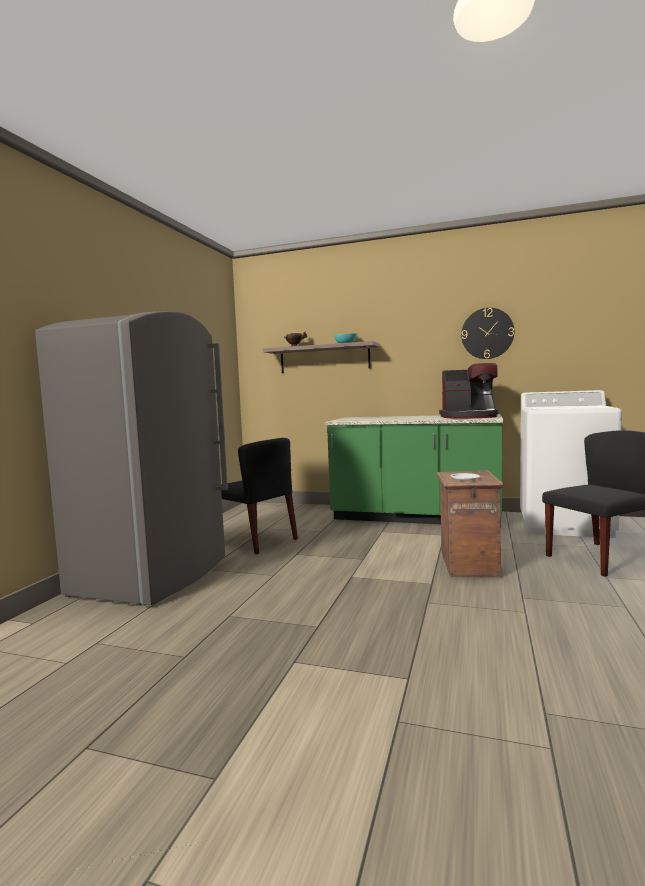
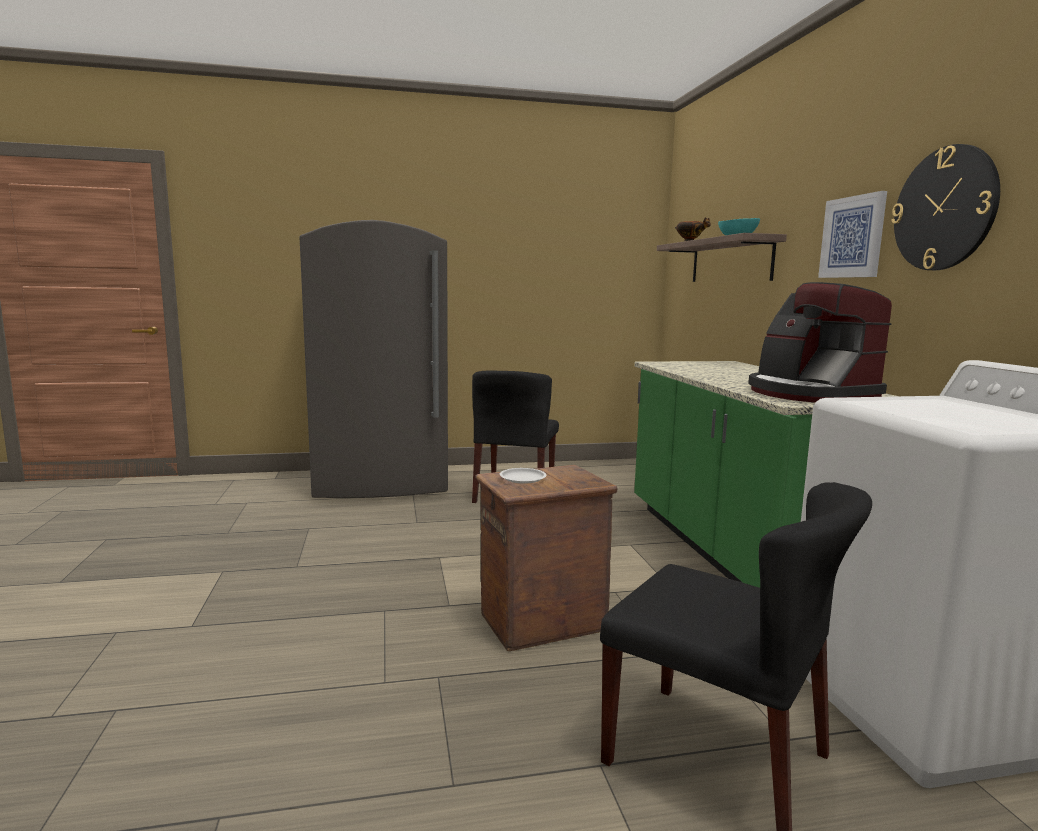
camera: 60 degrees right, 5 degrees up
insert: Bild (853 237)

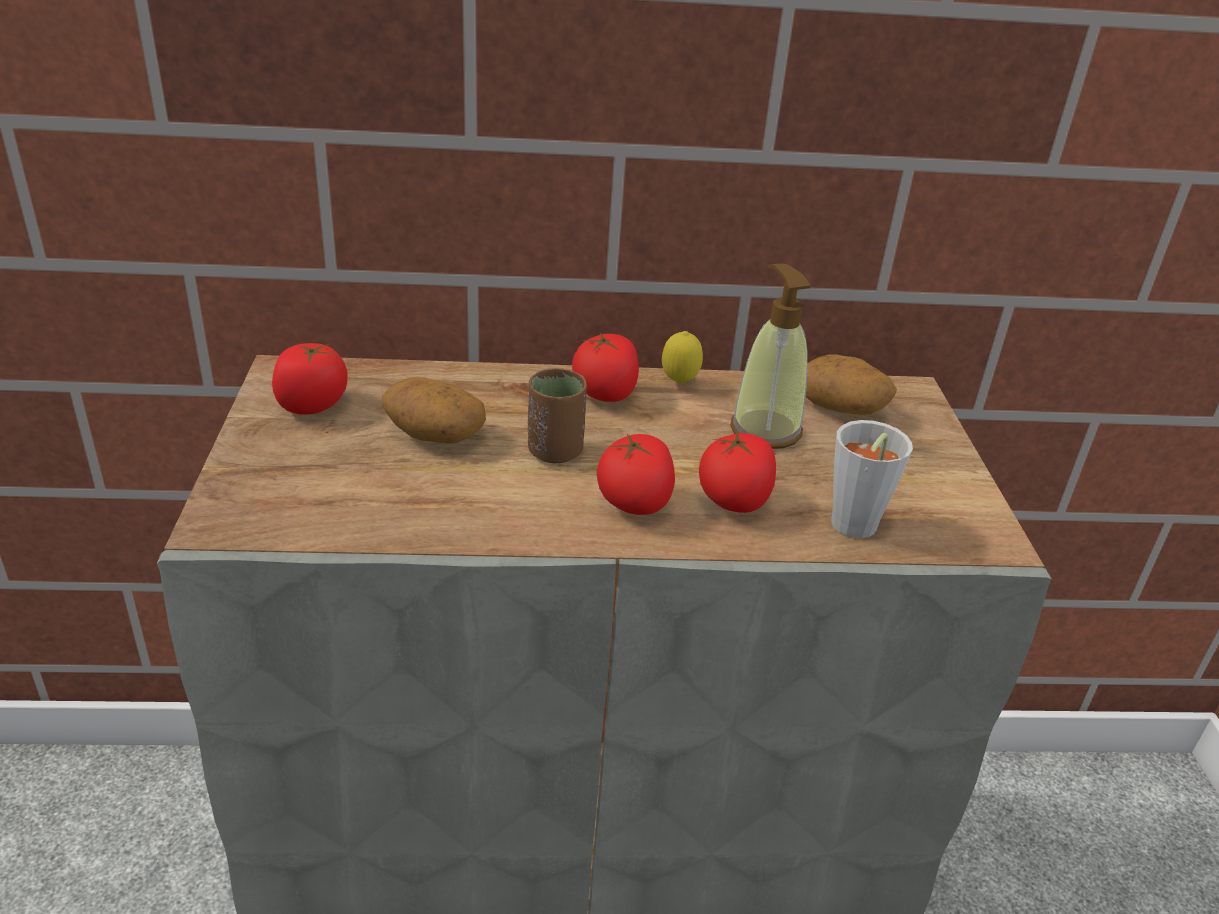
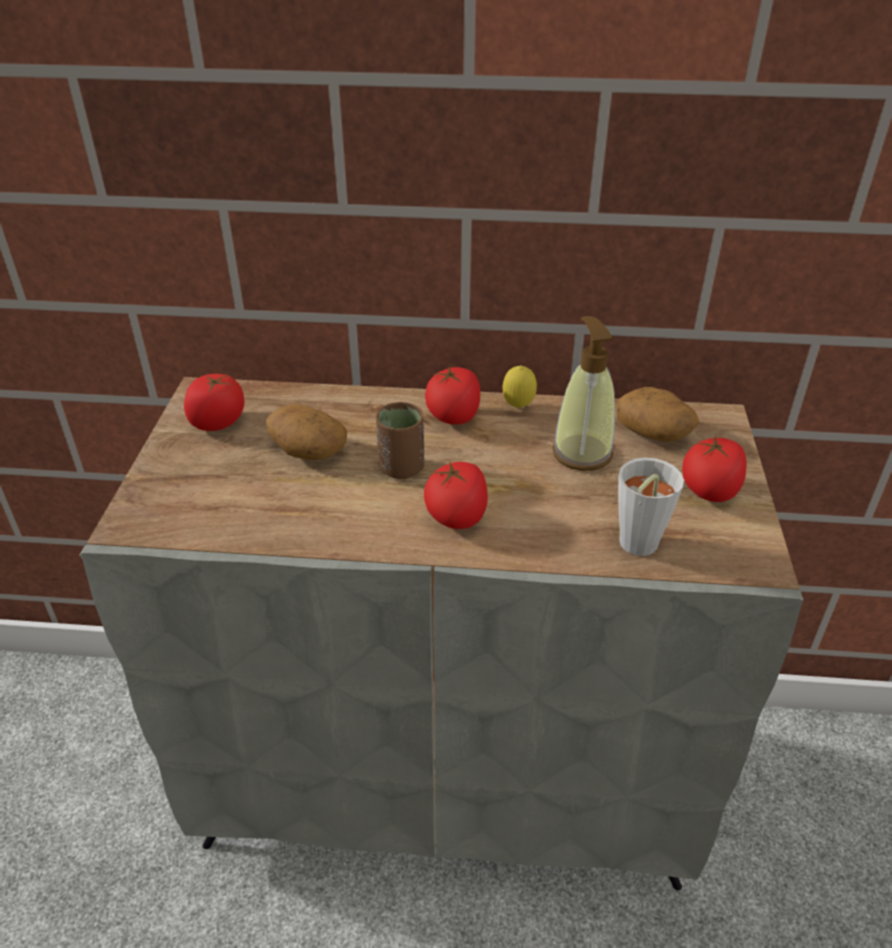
camera: 10 degrees right, 5 degrees up
move: Tomate (734 501) to (710 491)

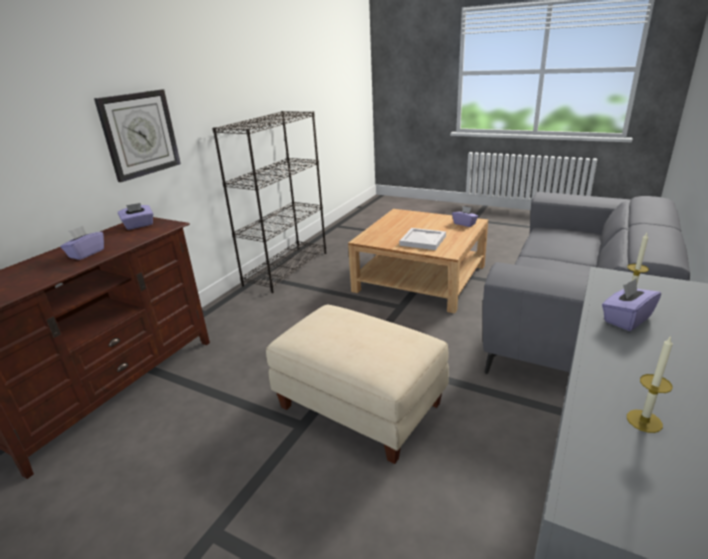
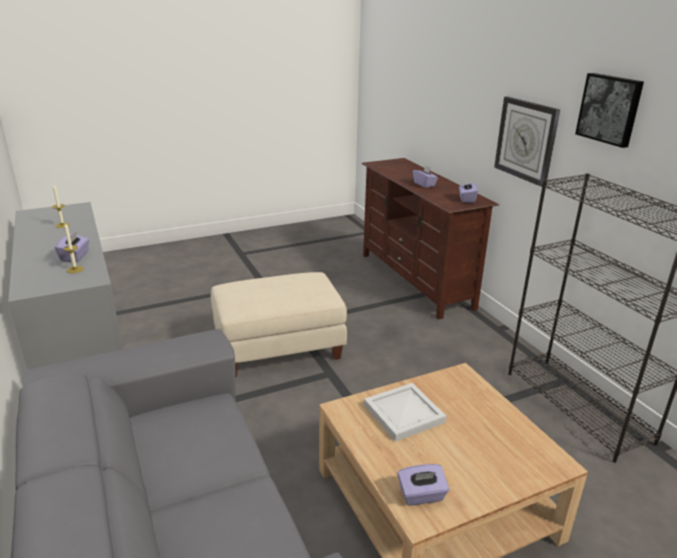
camera: 125 degrees right, 0 degrees up
insert: Bild (610 109)

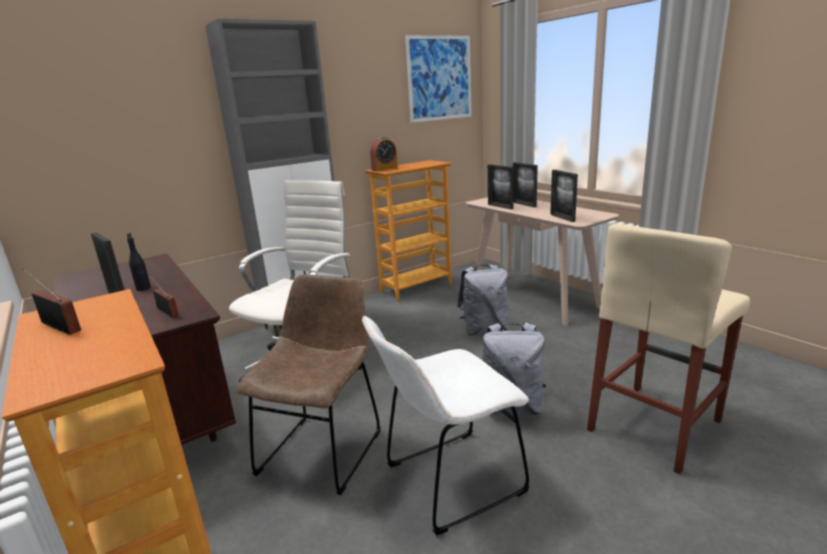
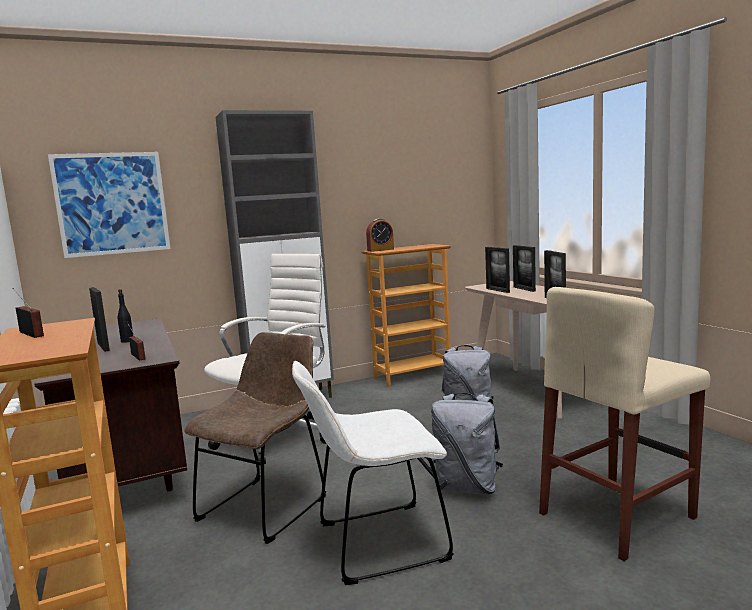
camera: 10 degrees right, 10 degrees down
move: Bild (439 78) to (112 204)

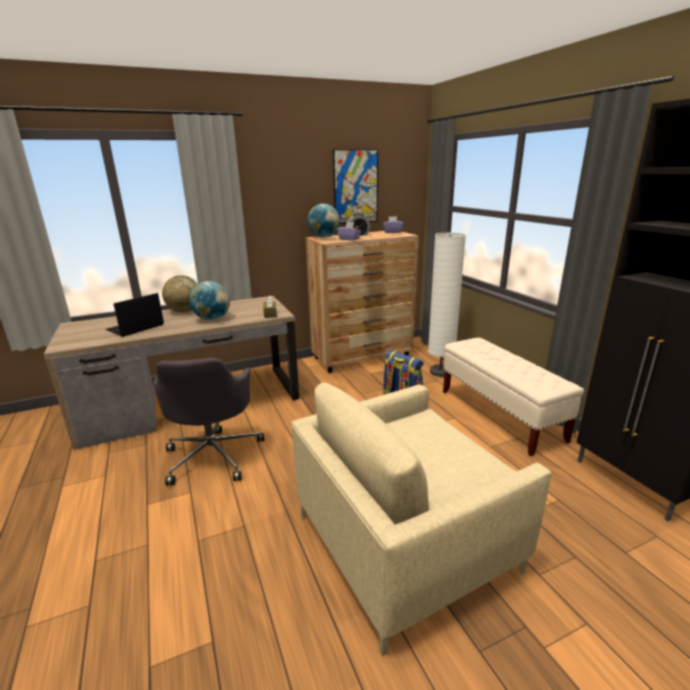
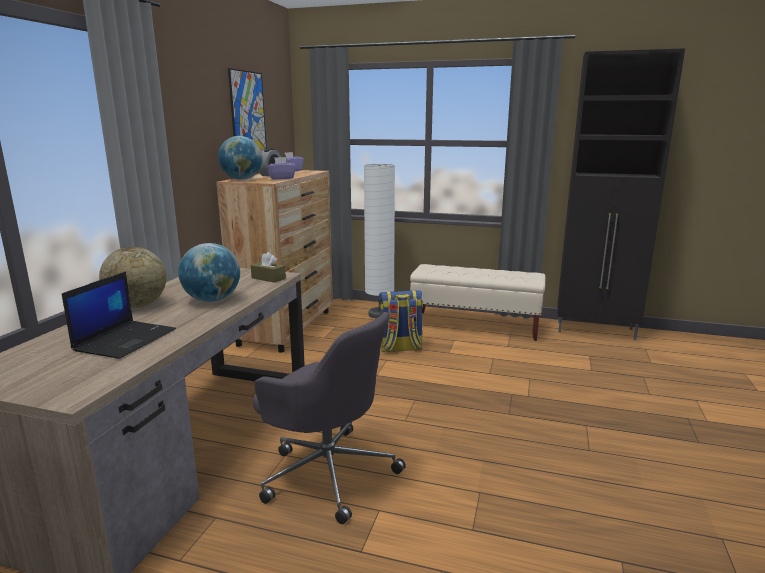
camera: 50 degrees left, 5 degrees down
delete: Sessel (beige) (403 541)
rotate: Laptop (135 327) = (125 339) 150 degrees counterclockwise

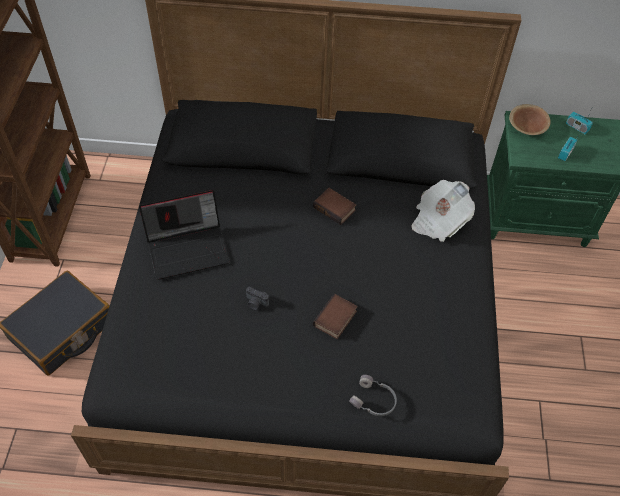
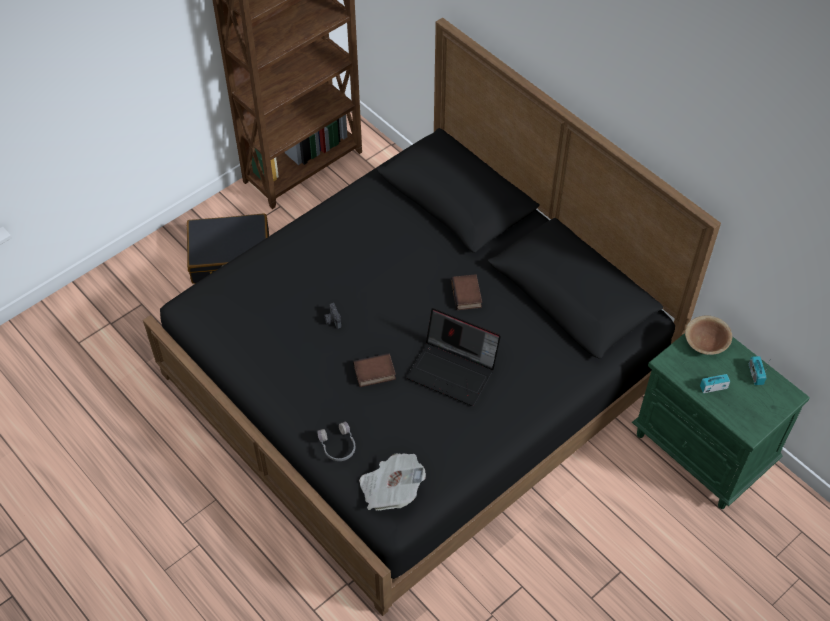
camera: 45 degrees right, 0 degrees up
move: Zeitung (439 220) to (391 490); Laptop (188 248) to (453 370)

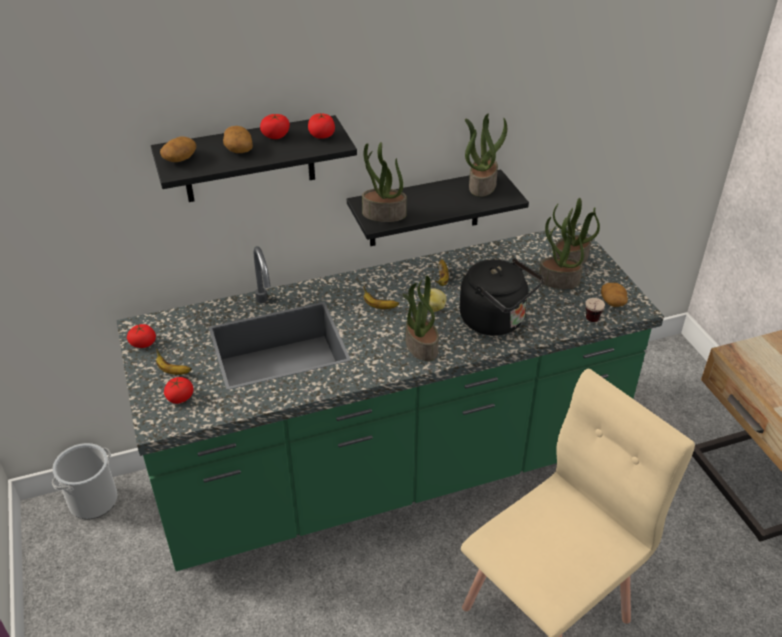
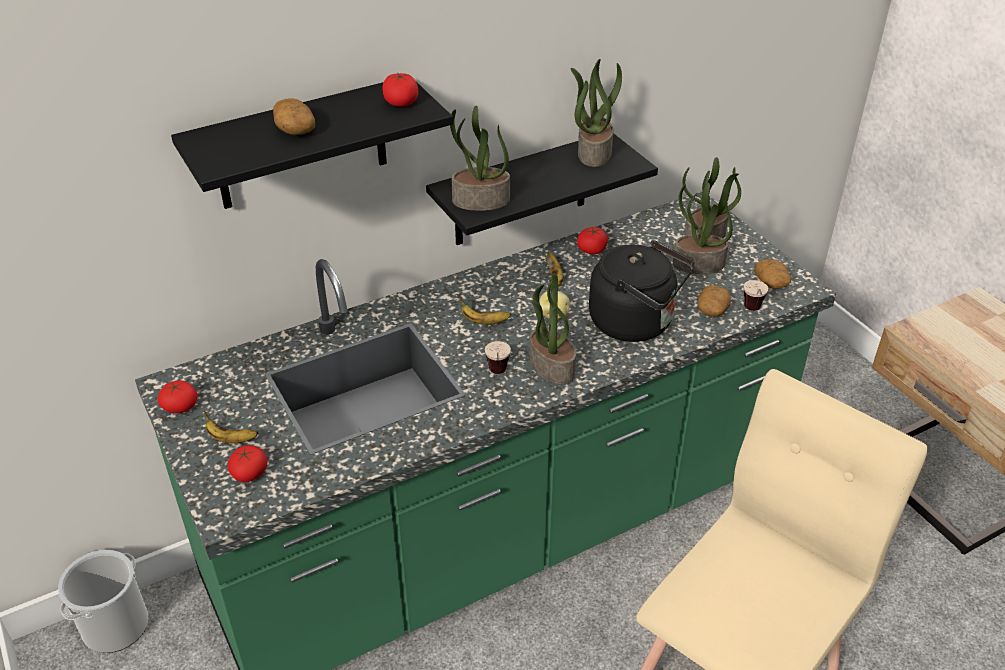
camera: 10 degrees left, 0 degrees up
insert: Tasse (497 375)
move: Tomate (275 135) to (592 249); Kartoffel (180 159) to (712 310)

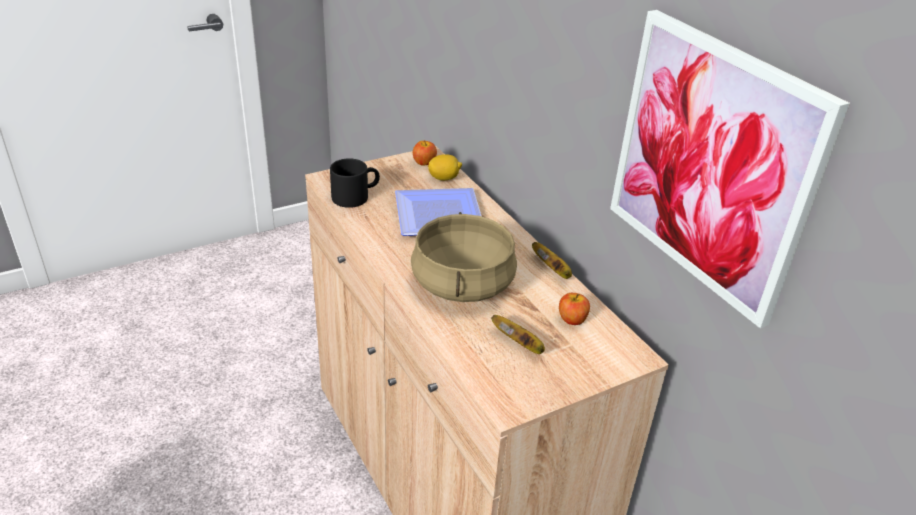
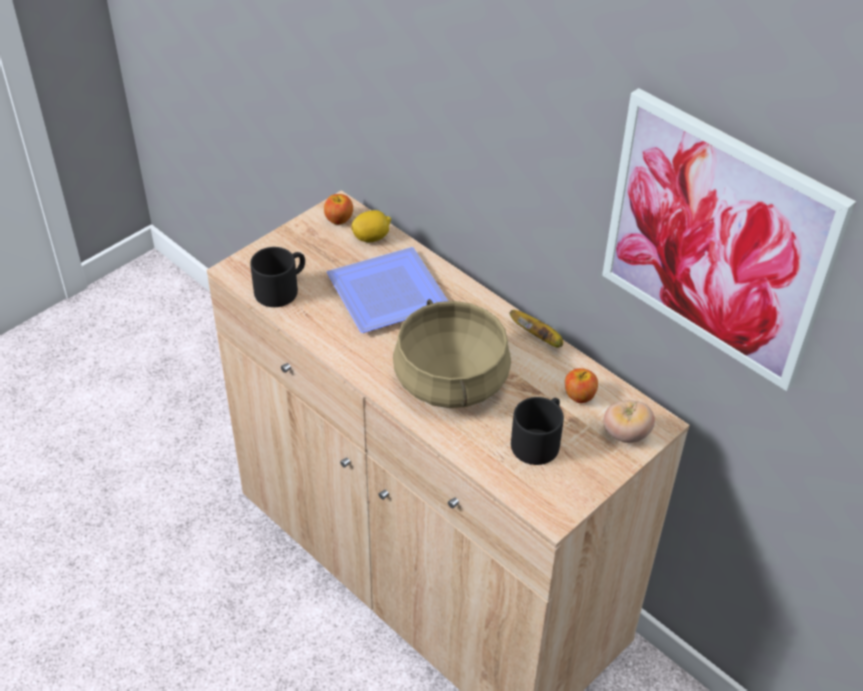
camera: 15 degrees left, 10 degrees up
insert: Tomate (626 434)
replace: Banane (520 344) to Henkelbecher (schwarz) (538 439)

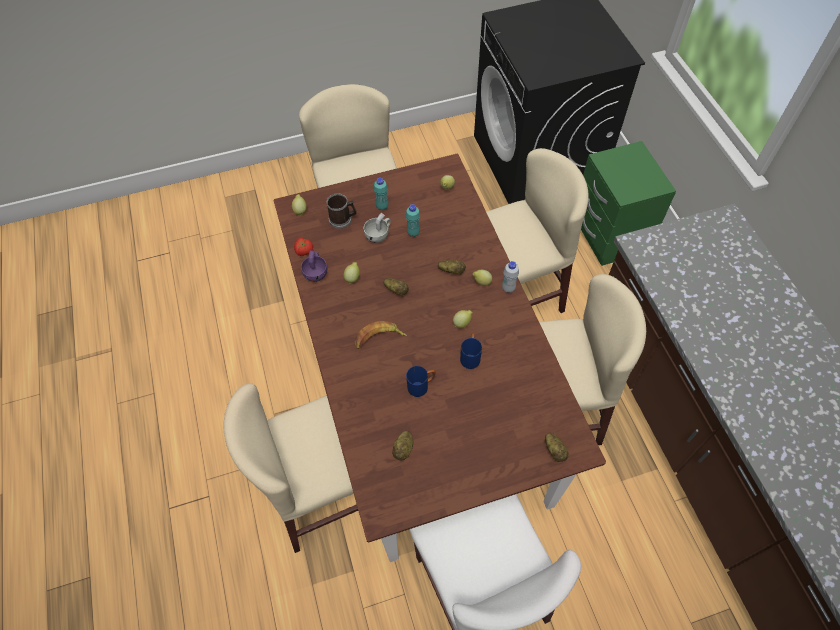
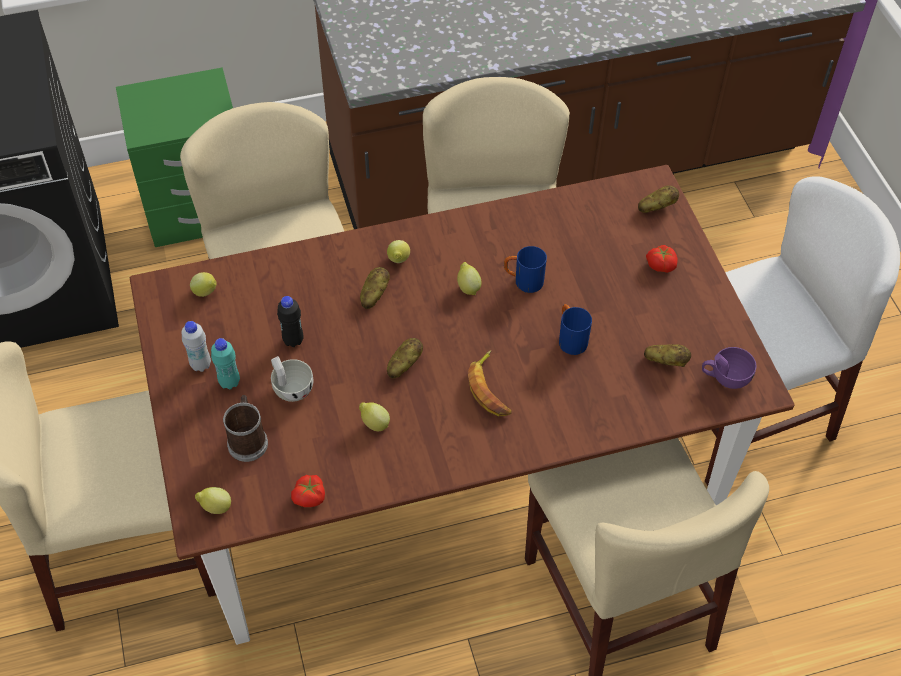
camera: 90 degrees left, 5 degrees down
insert: Tomate (661 264)
move: Tasse (lila) (316 272) to (725 377); Flasche (weiß) (508 288) to (201 365)
recolor: Flasche (türkis) (413 233) to Flasche (schwarz) (293 340)

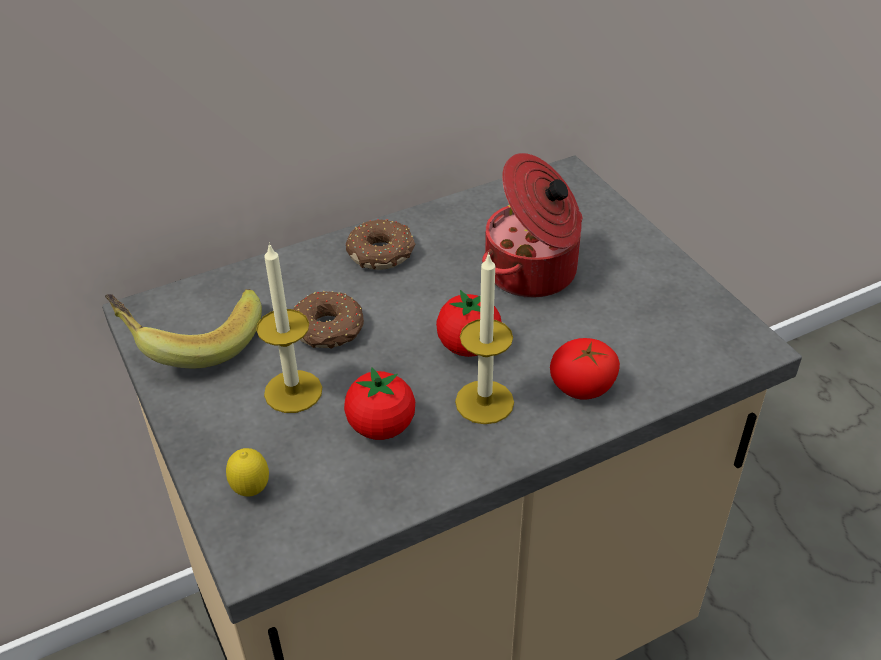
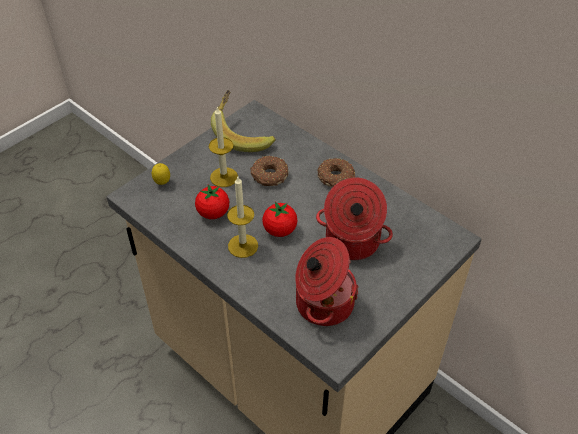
camera: 70 degrees right, 5 degrees up
delete: Tomate (581 387)
insert: Kochtopf (322 303)

